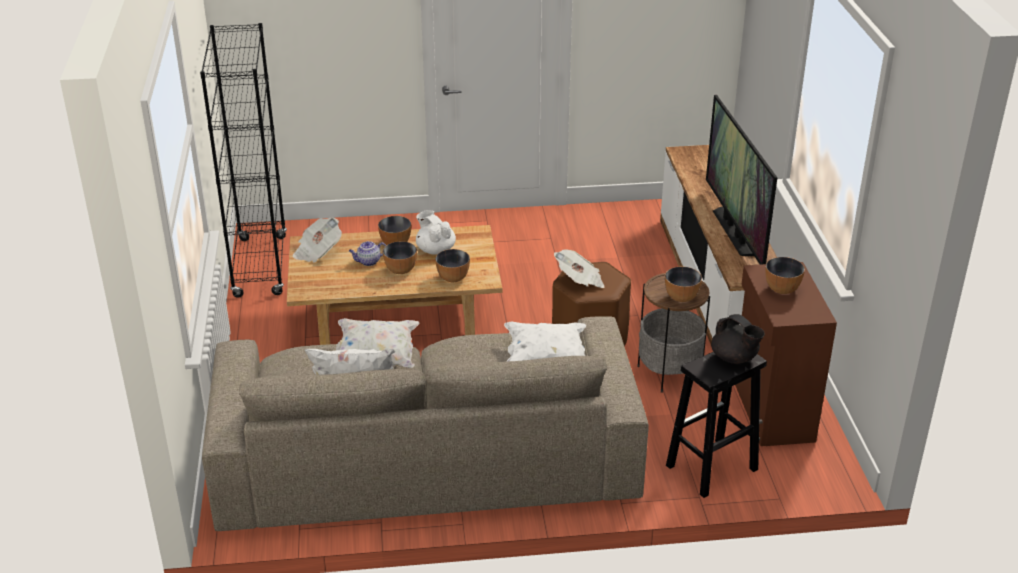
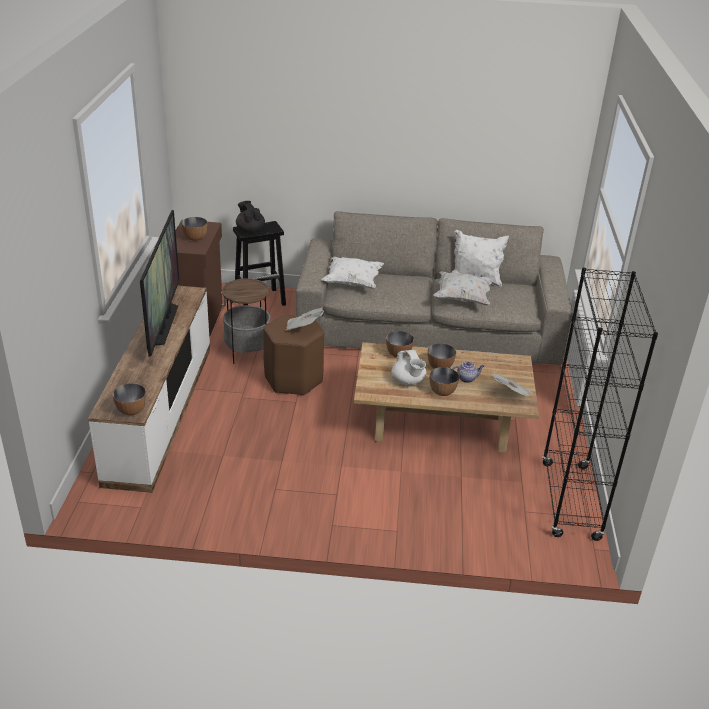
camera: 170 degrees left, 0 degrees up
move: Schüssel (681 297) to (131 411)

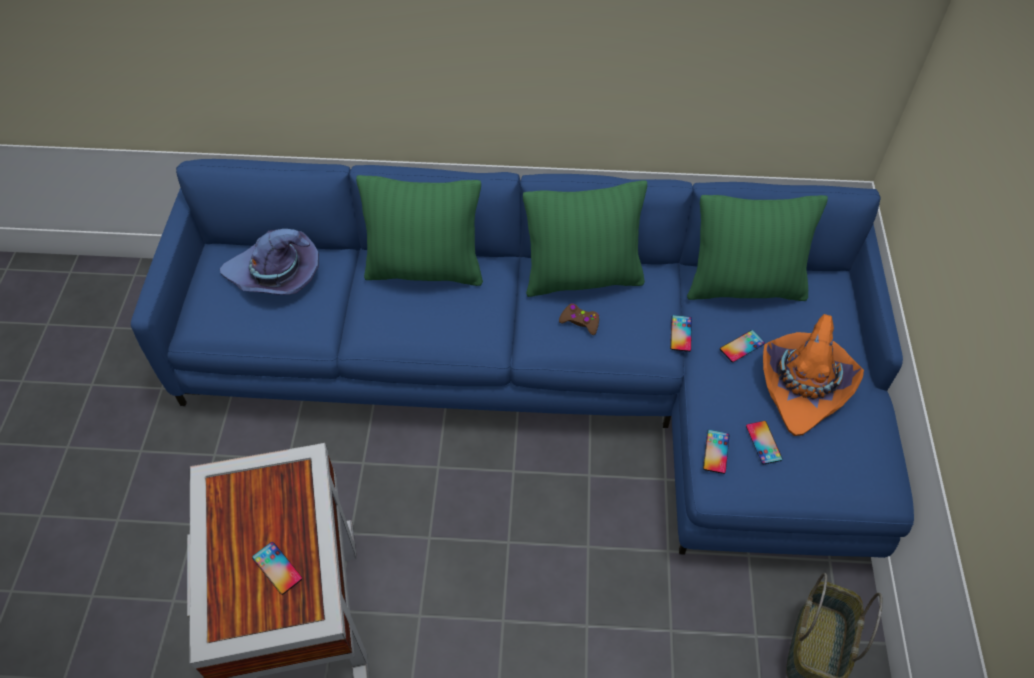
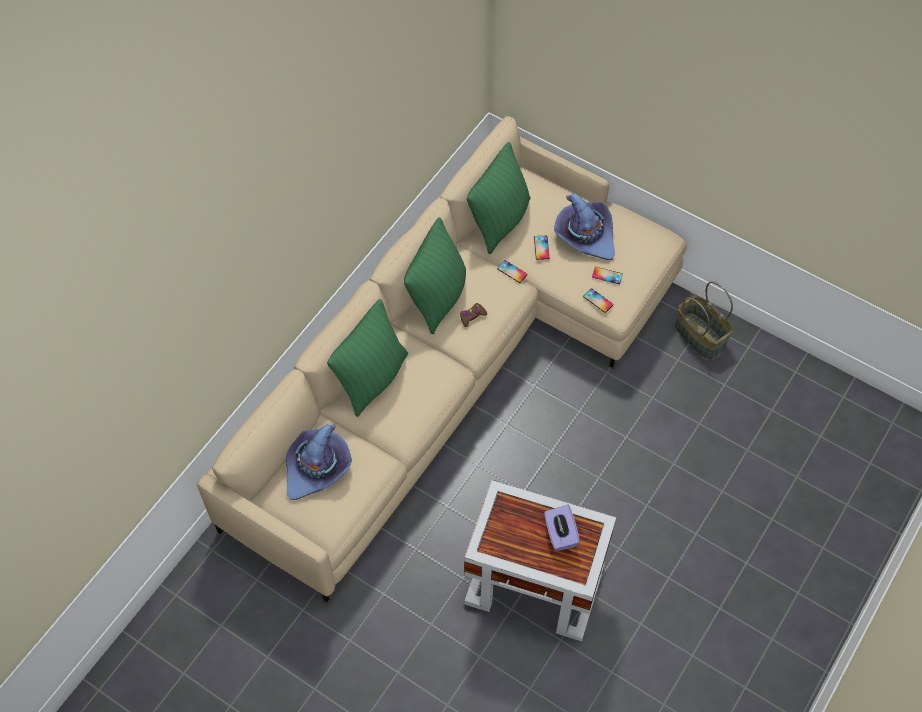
camera: 60 degrees left, 5 degrees up
replace: Handy (277 568) to Taschentuchbox (lila) (560 534)
recolor: Sofa (blau) (557 376) to Sofa (beige) (454 365); Hut (orange) (804 385) to Hut (lila) (585 235)

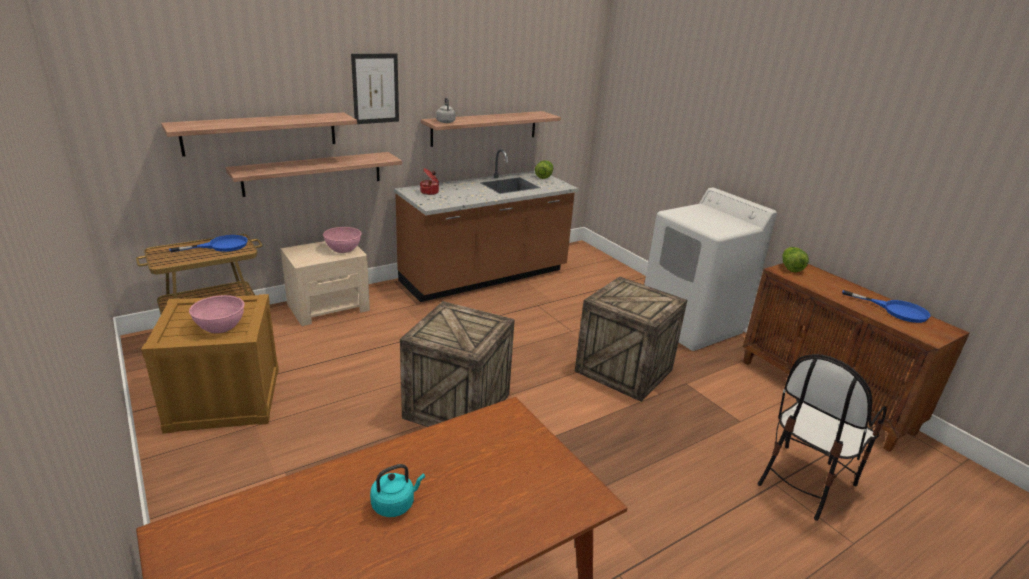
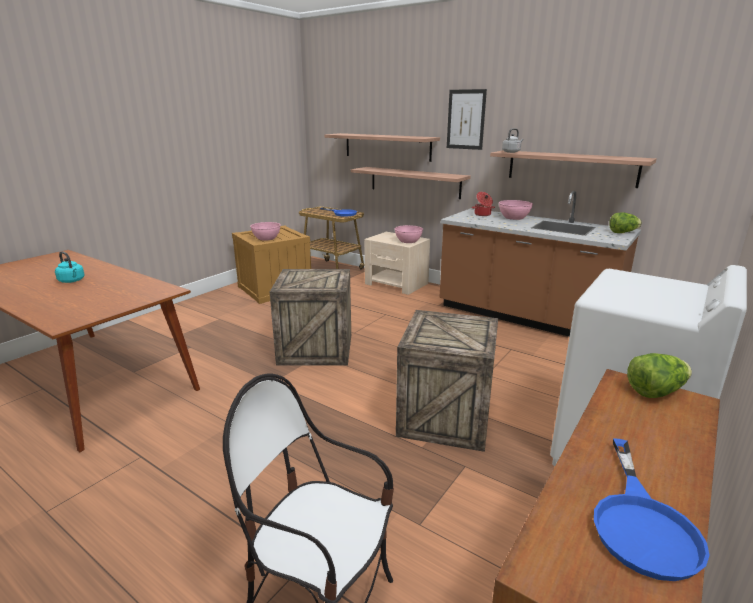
camera: 70 degrees right, 5 degrees down
insert: Schüssel (rosa) (514 218)

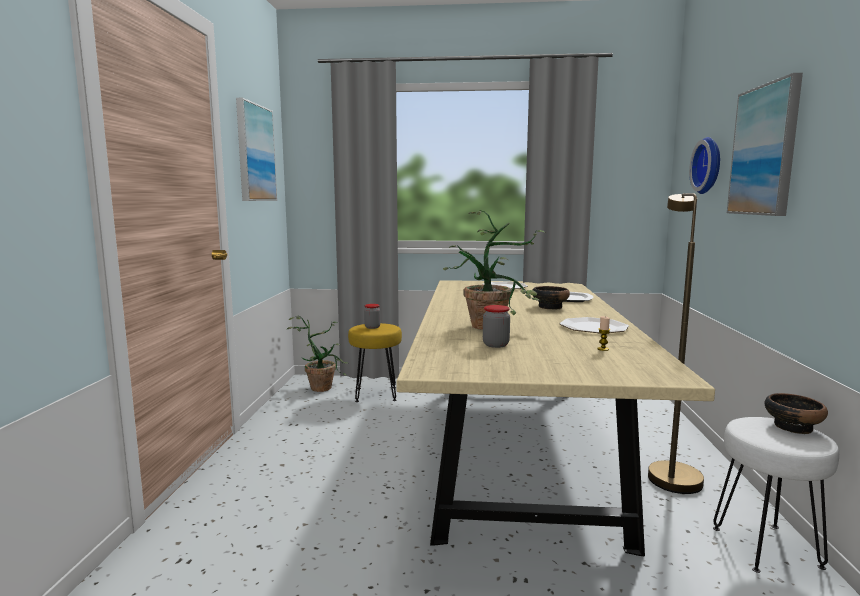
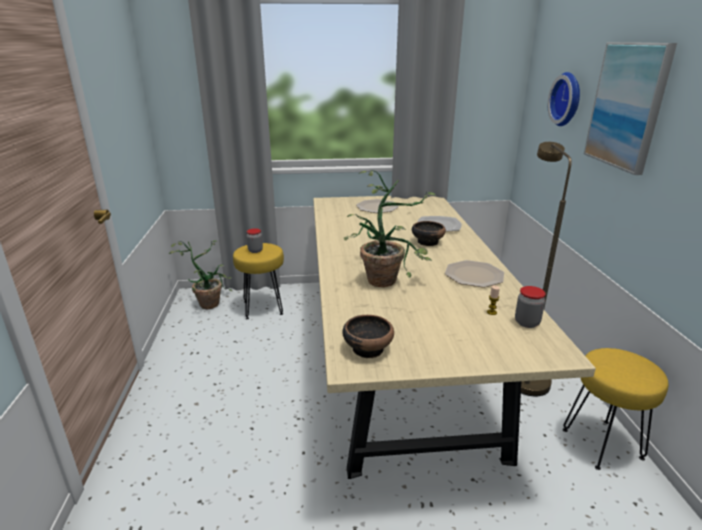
camera: 10 degrees left, 15 degrees up
delete: Bild (255 153)
move: Vorratsglas (495 345) to (527 323); Schüssel (792 427) to (368 348)
recolor: Hocker (weiß) (767 548) to Hocker (gelb) (603 444)

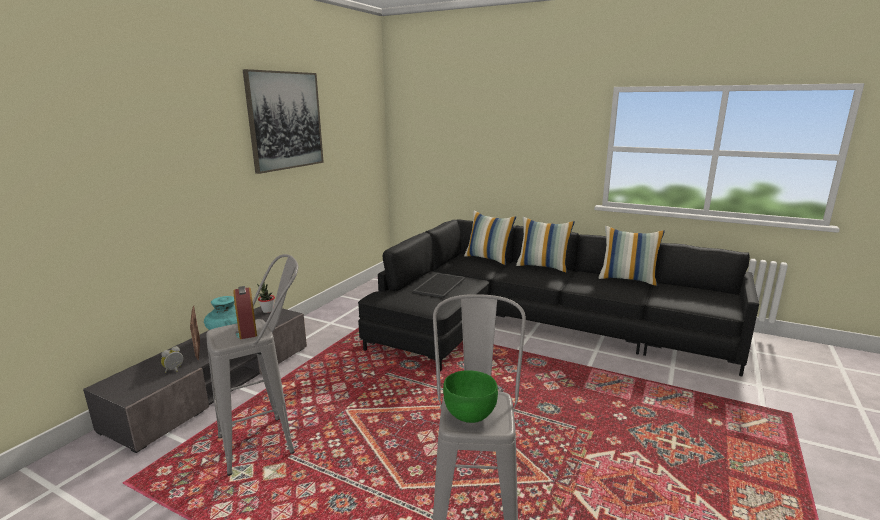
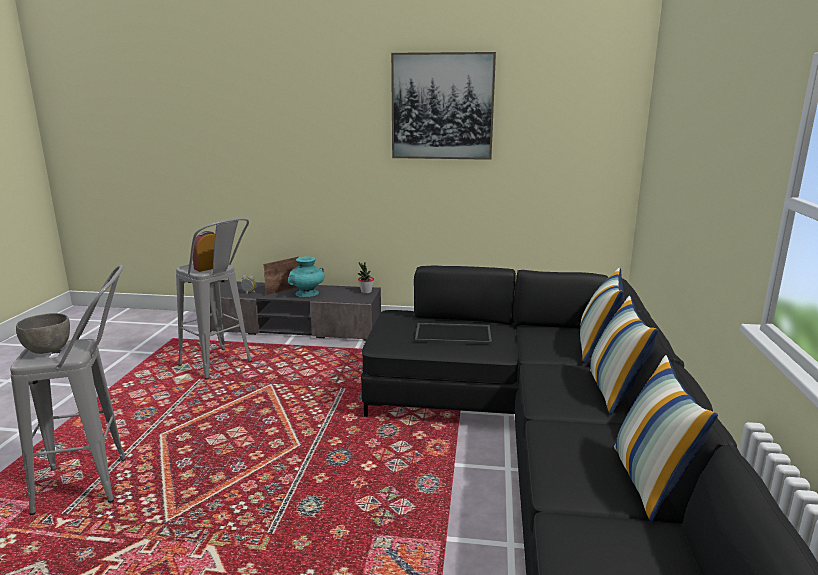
camera: 70 degrees right, 0 degrees up
recolor: Schüssel (grün) (470 416) to Schüssel (grau) (47 350)

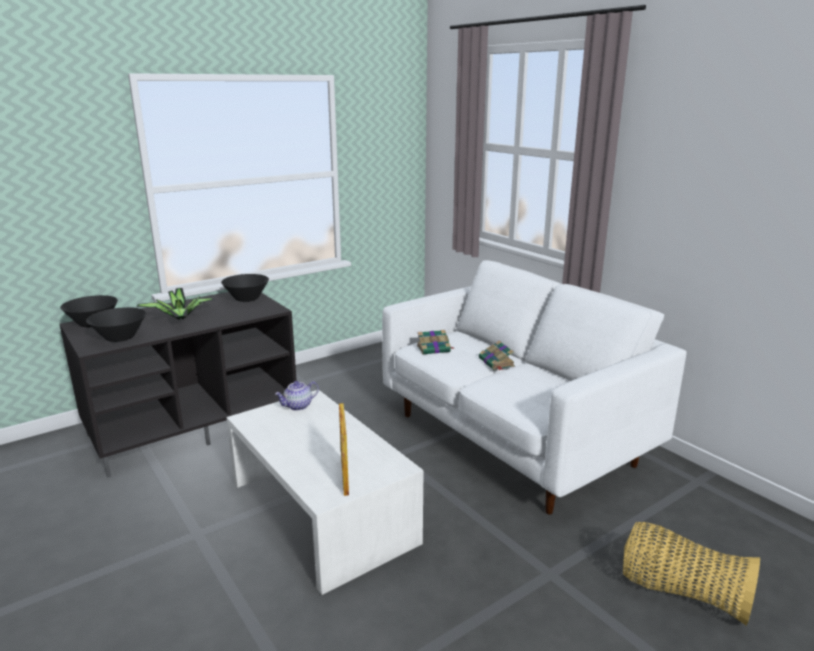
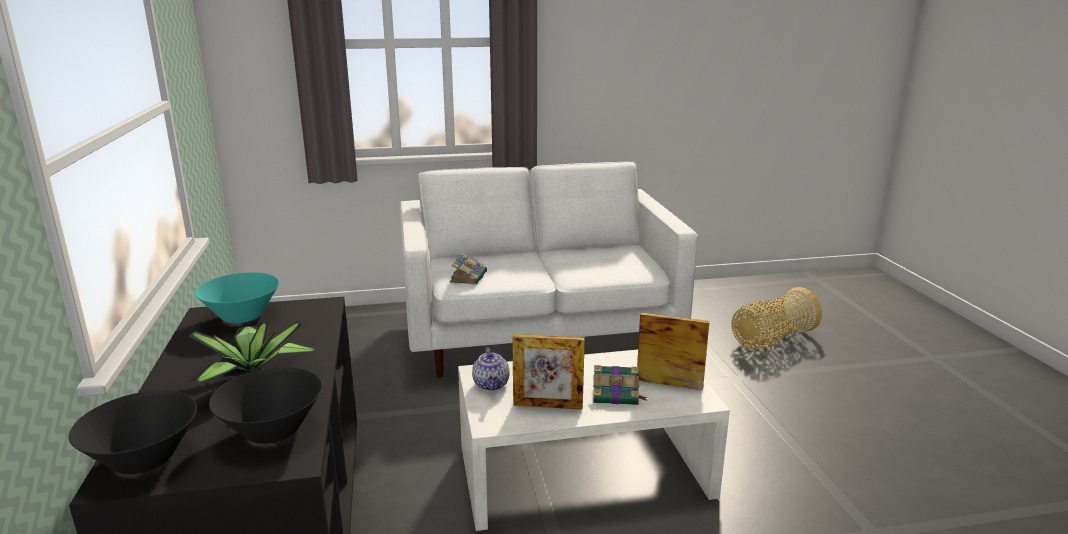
camera: 65 degrees left, 0 degrees up
insert: Bilderrahmen (547 406)
move: Buch (497 363) to (617 395)
recolor: Schüssel (schwarz) (247 299) to Schüssel (türkis) (242 316)

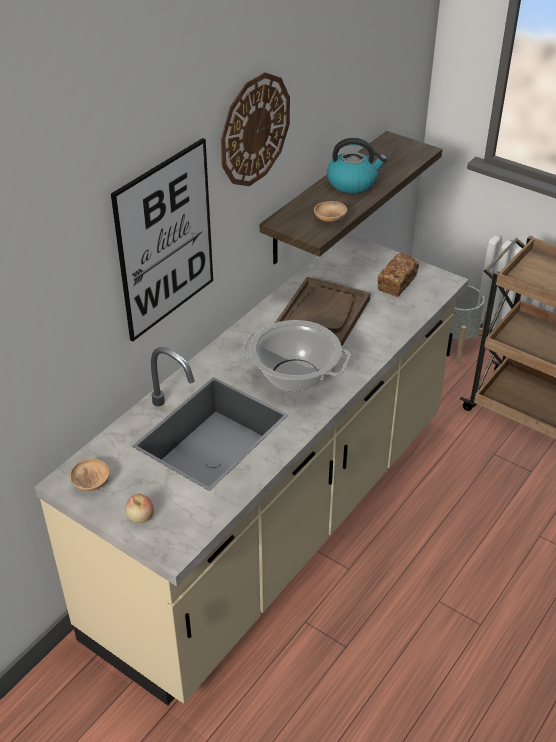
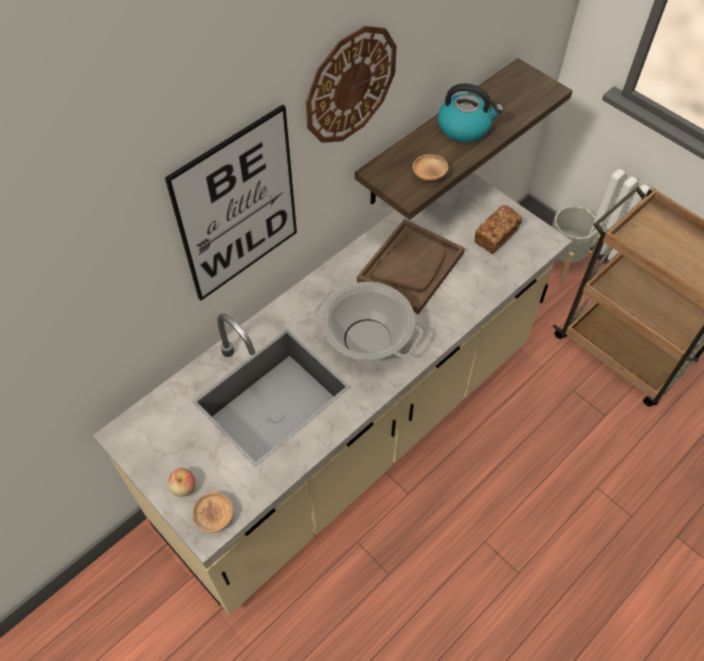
camera: 10 degrees right, 15 degrees up
move: Schüssel (braun) (91 482) to (214 517)

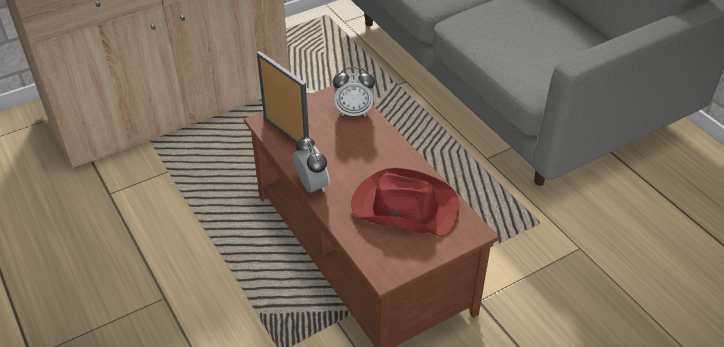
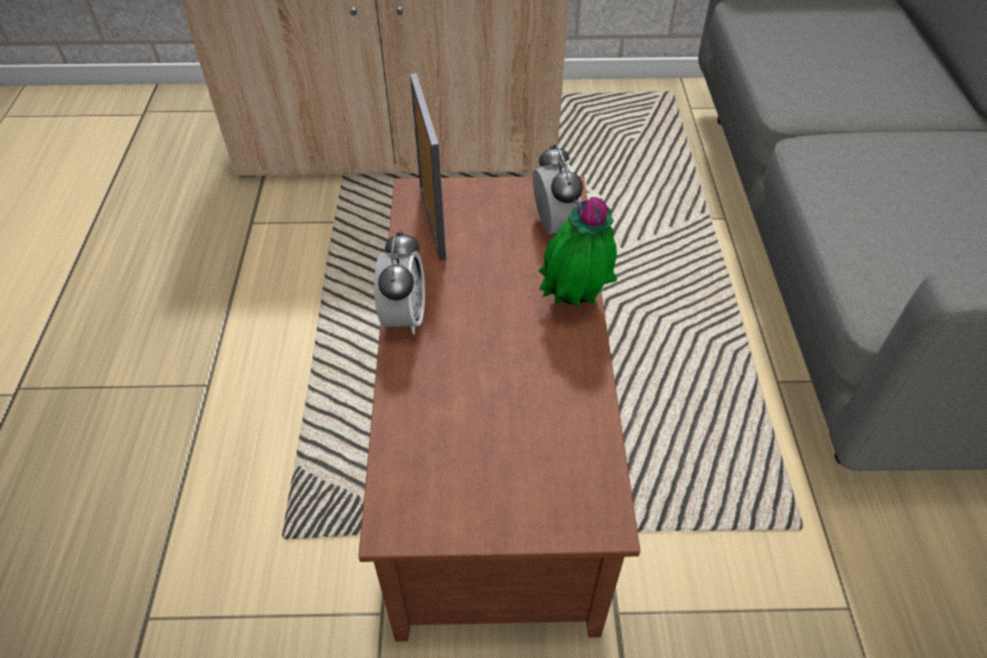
camera: 30 degrees right, 5 degrees up
delete: Hut (rot) (404 207)
insert: Topfpflanze (573 304)
rotate: Wecker (354 111) = (554 226) 135 degrees counterclockwise

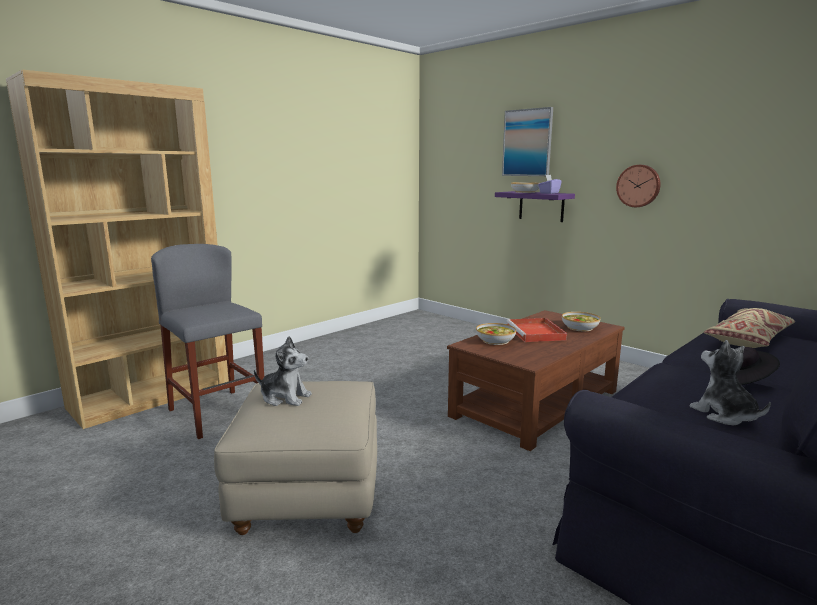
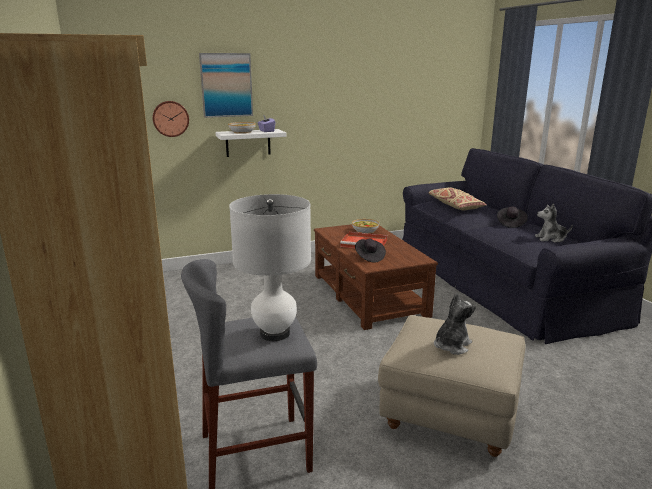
camera: 65 degrees left, 5 degrees up
insert: Tischlampe (weiß) (275 333)
move: Wanduhr (638 186) to (170 118)
replace: Schüssel (495 340) to Hut (schwarz) (369 257)
recolor: Wandregal (lila) (541 206) to Wandregal (weiß) (248 143)

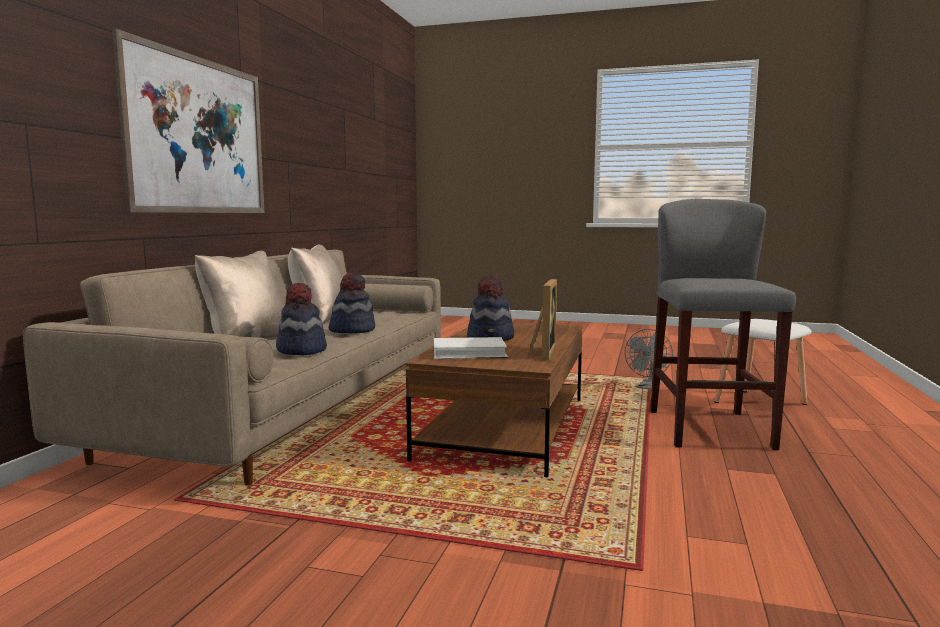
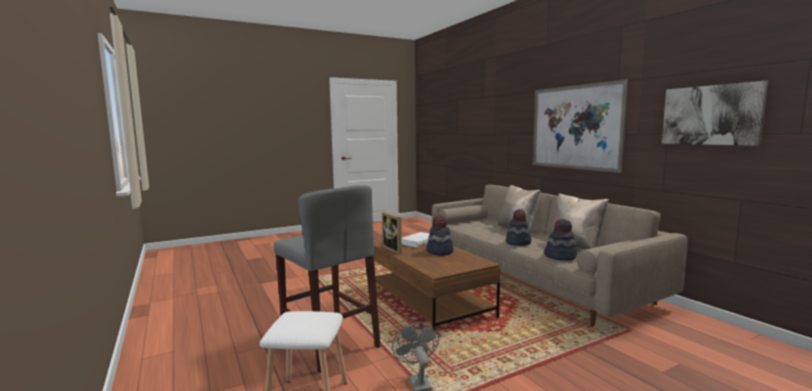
camera: 135 degrees right, 0 degrees up
insert: Bild (711 115)
move: Hut (301 350) to (560 256)

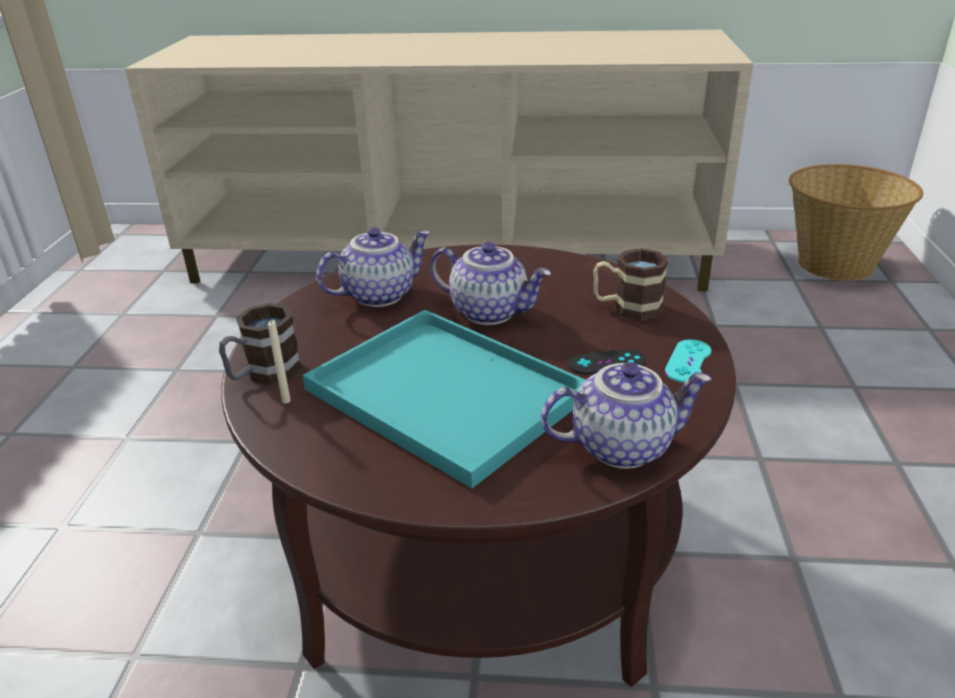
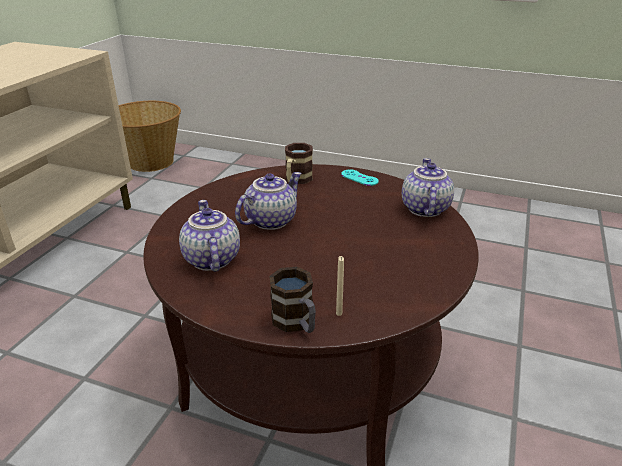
camera: 75 degrees left, 0 degrees up
delete: Tablett (türkis) (450 393); Gamepad (schwarz) (607 362)

